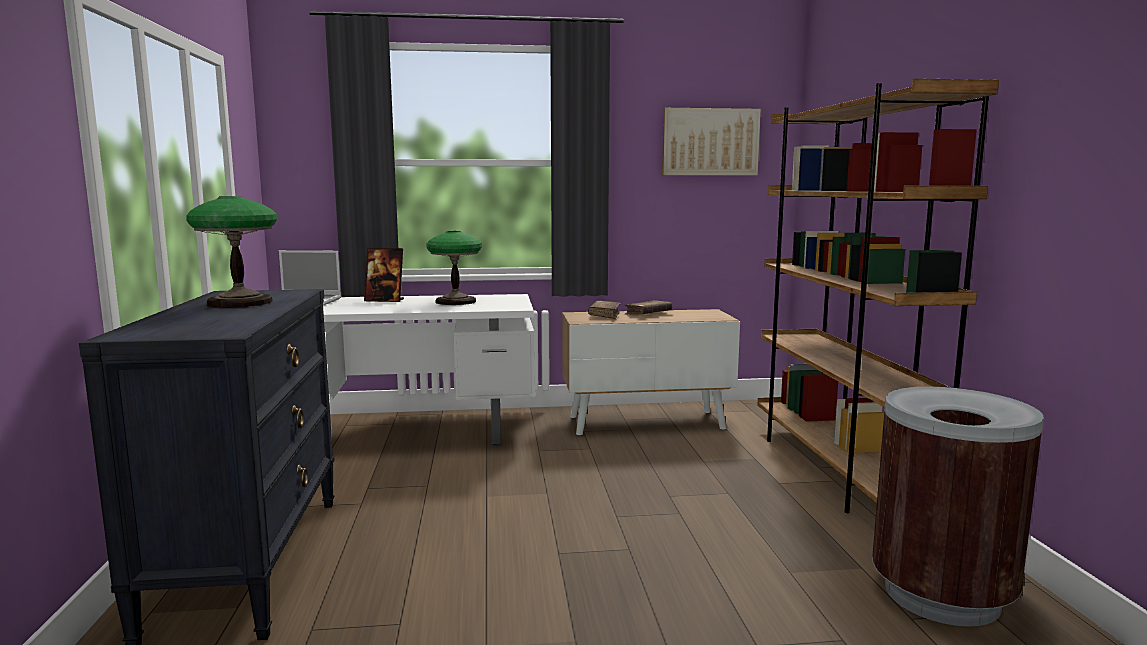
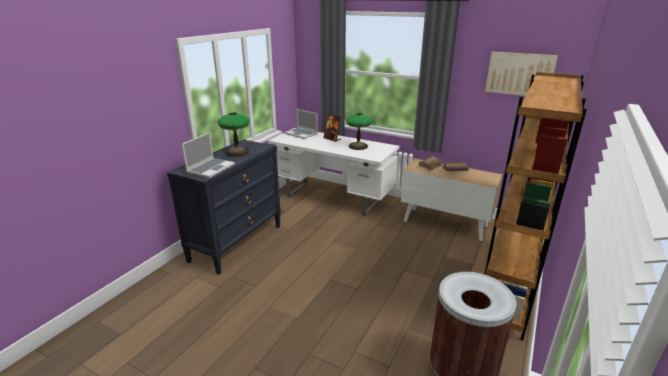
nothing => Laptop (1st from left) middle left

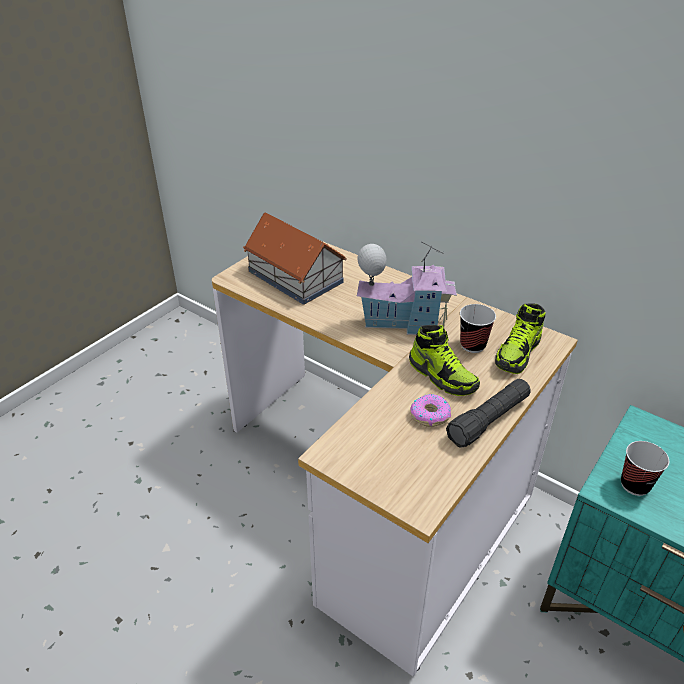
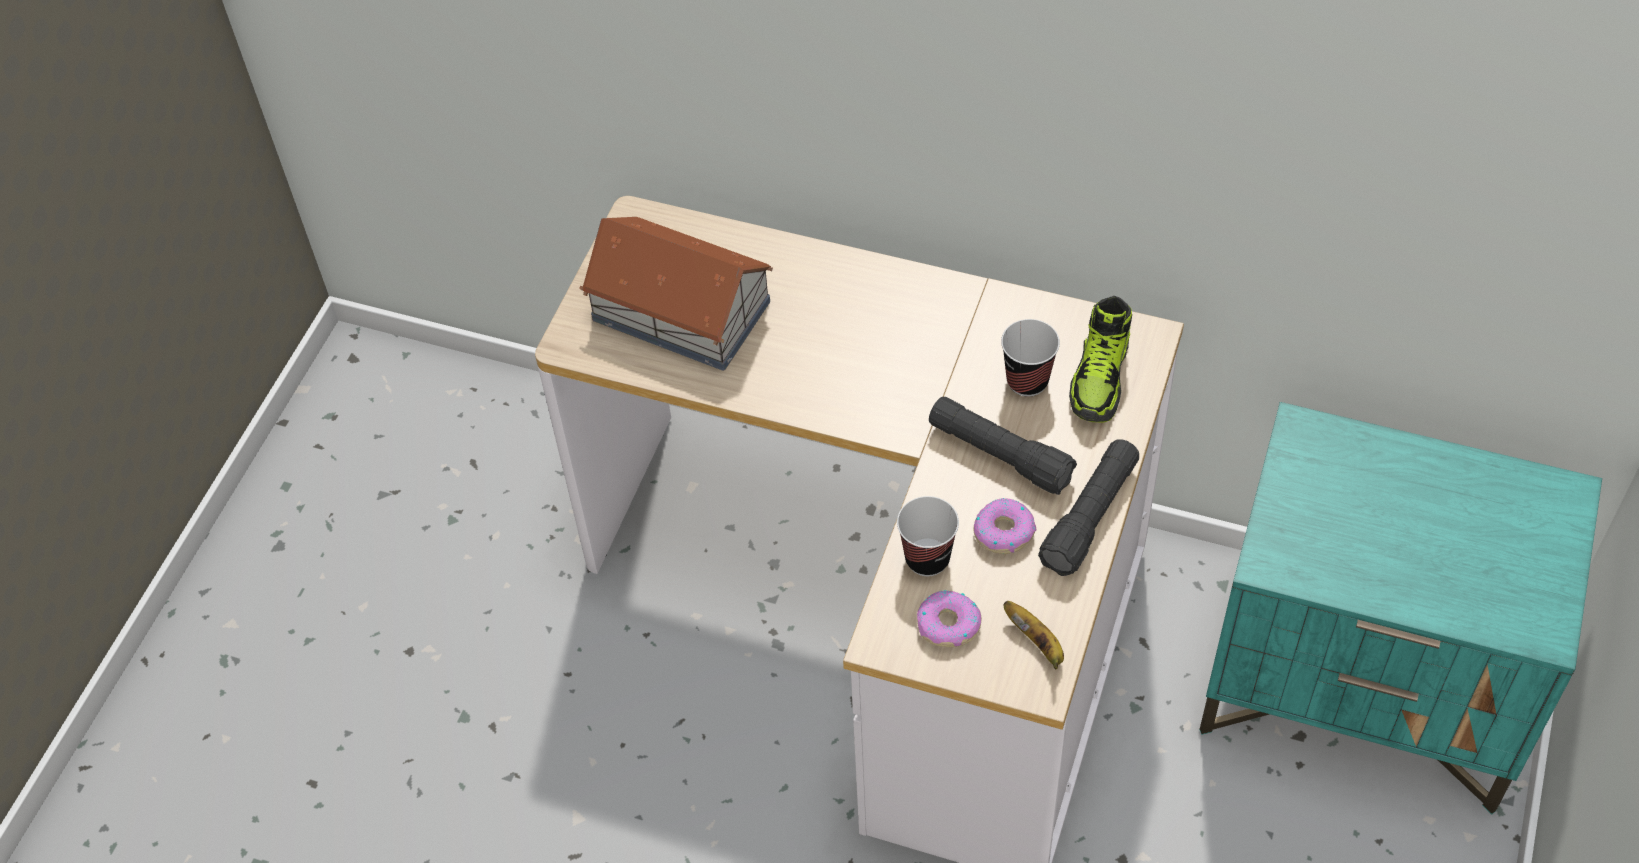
MiniatureHouse (2nd from left) centre => nothing
Shoe (1st from left) centre => BlackishTorch (1st from left) centre
Cup (2nd from left in the first image) bottom right => Cup (1st from left) centre, move
nothing => RingDoughnut (1st from left) bottom centre
nothing => WholeBanana bottom centre

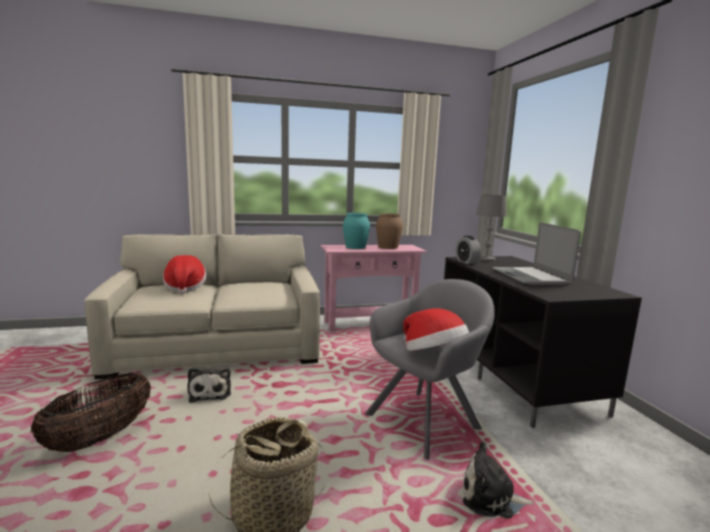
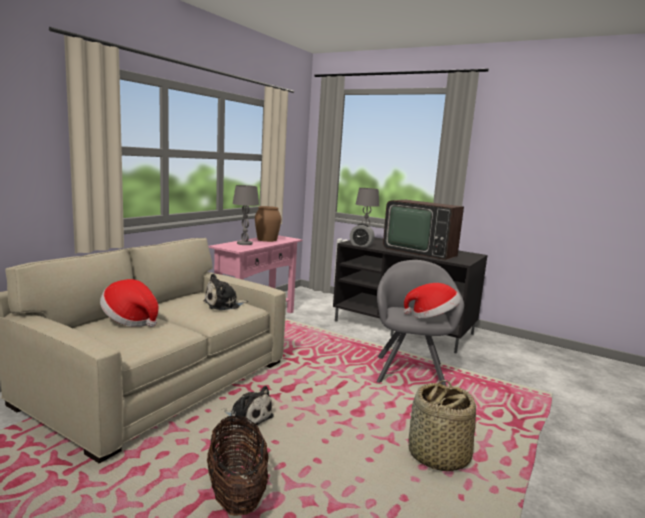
TurquoiseVase centre => GreyishLampForATable (1st from left) centre
PlushToy (2nd from left in the first image) bottom right => PlushToy (1st from left) centre, move
Laptop middle right => Television centre

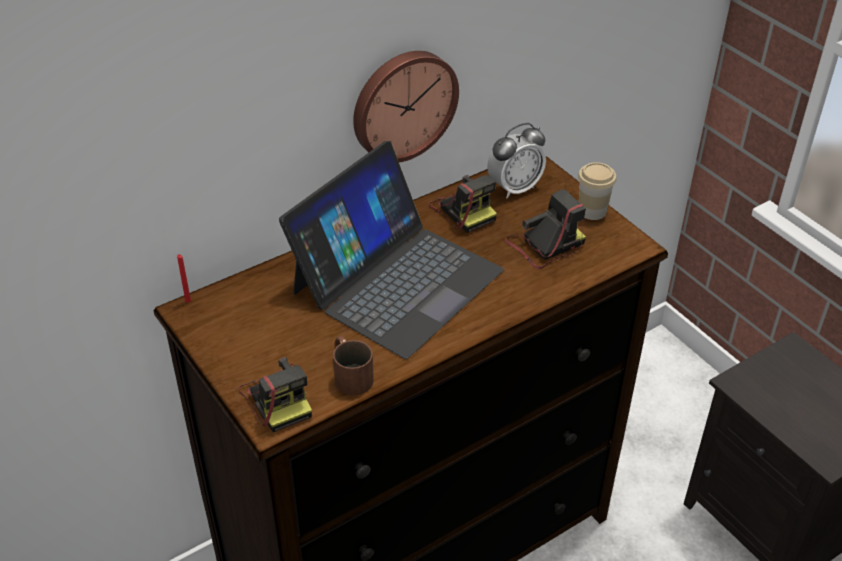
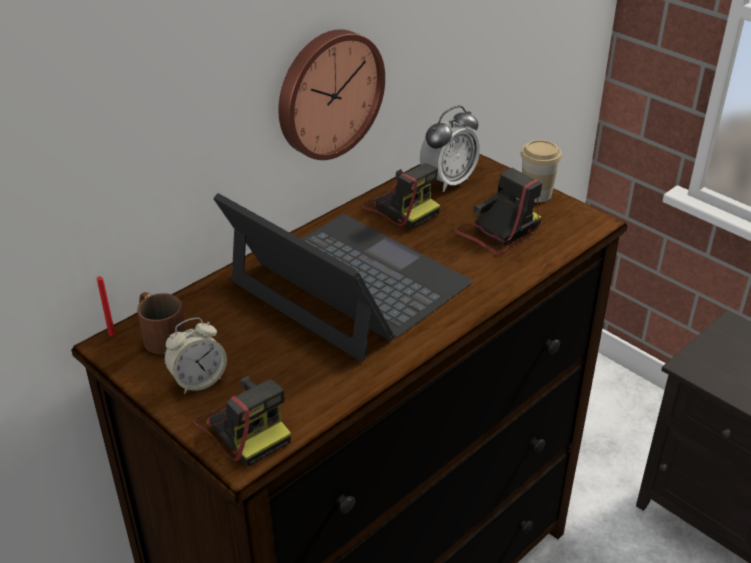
Laptop centre, 75 degrees counterclockwise
BrownMug centre => BrownMug middle left, move
nothing => TableClock (1st from left) middle left

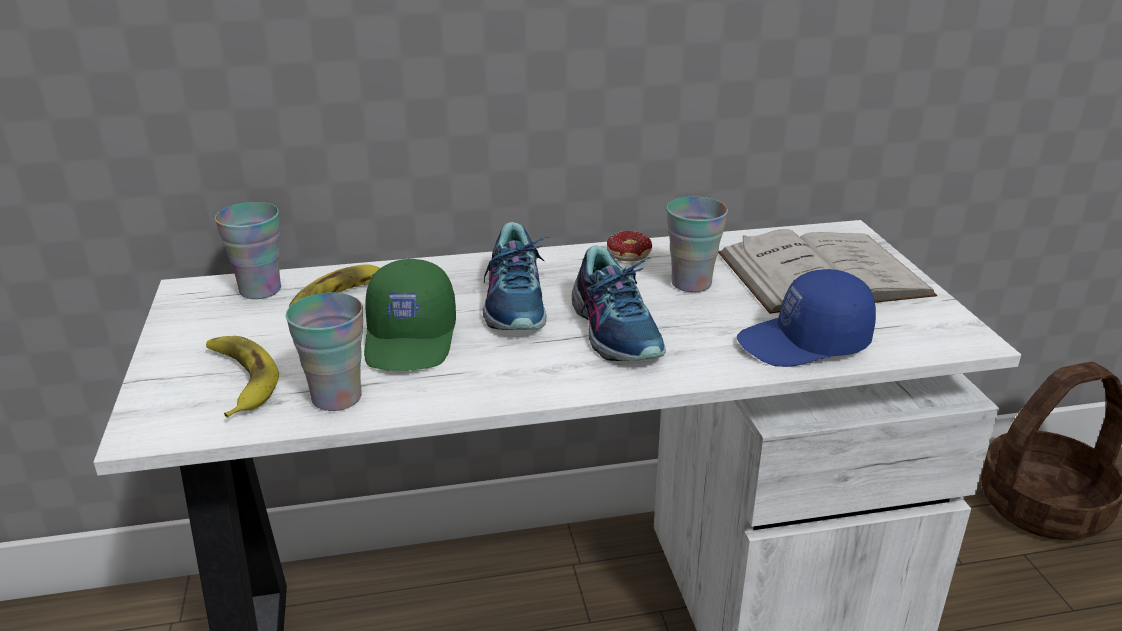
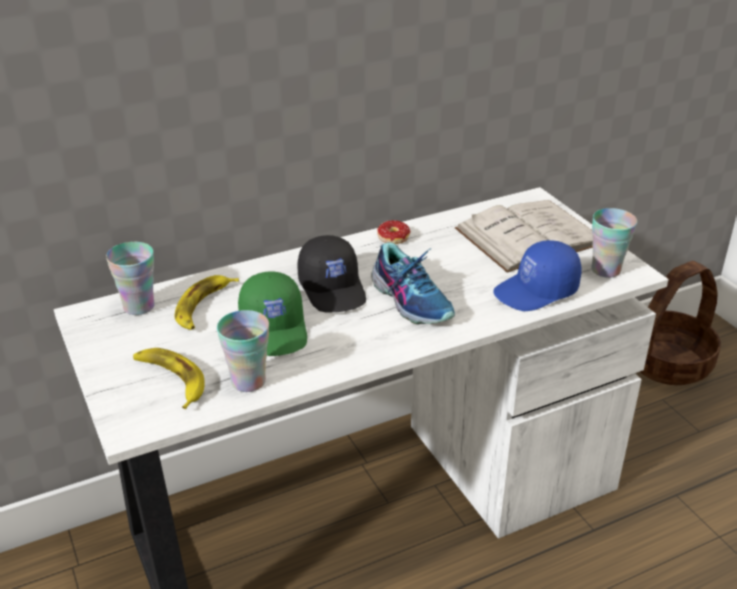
Shoe (1st from left) centre => BlackishPeakedCap centre
Cup (3rd from left) centre => Cup (3rd from left) middle right, move

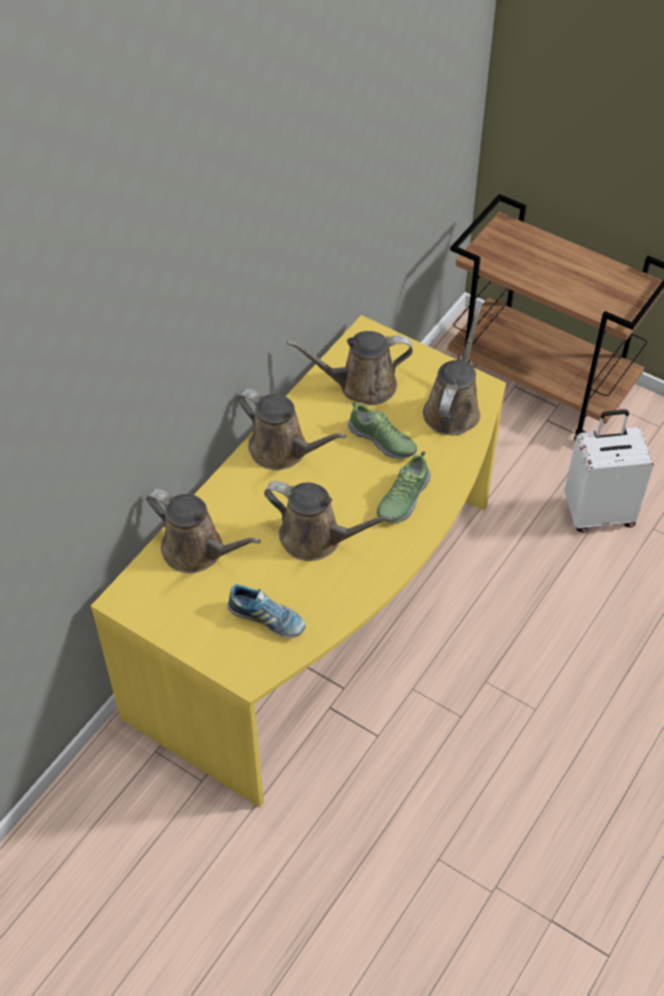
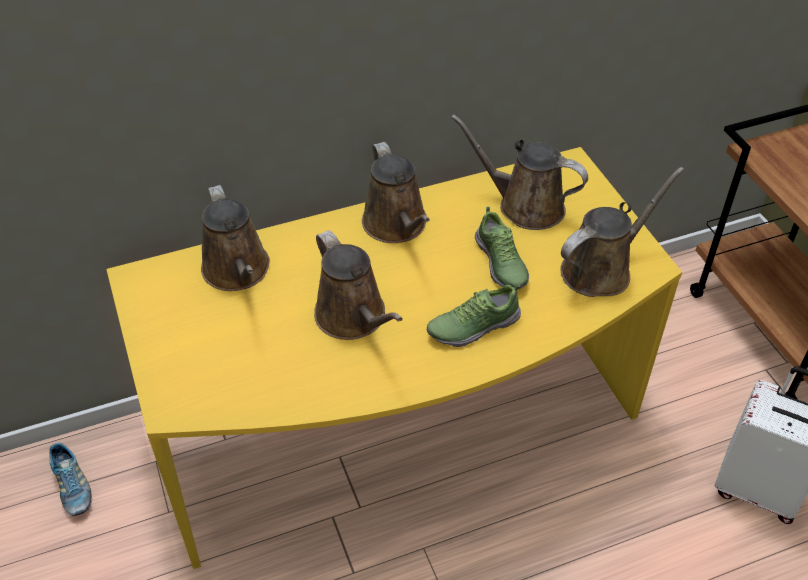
Shoe (1st from left) centre => Shoe (1st from left) bottom left, move

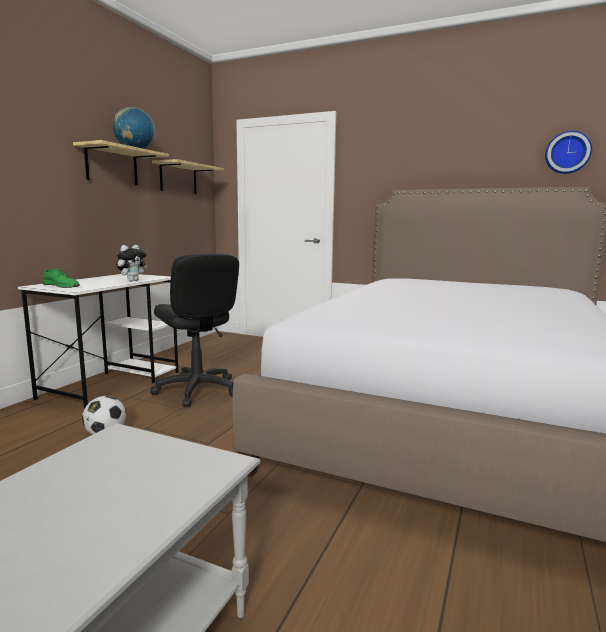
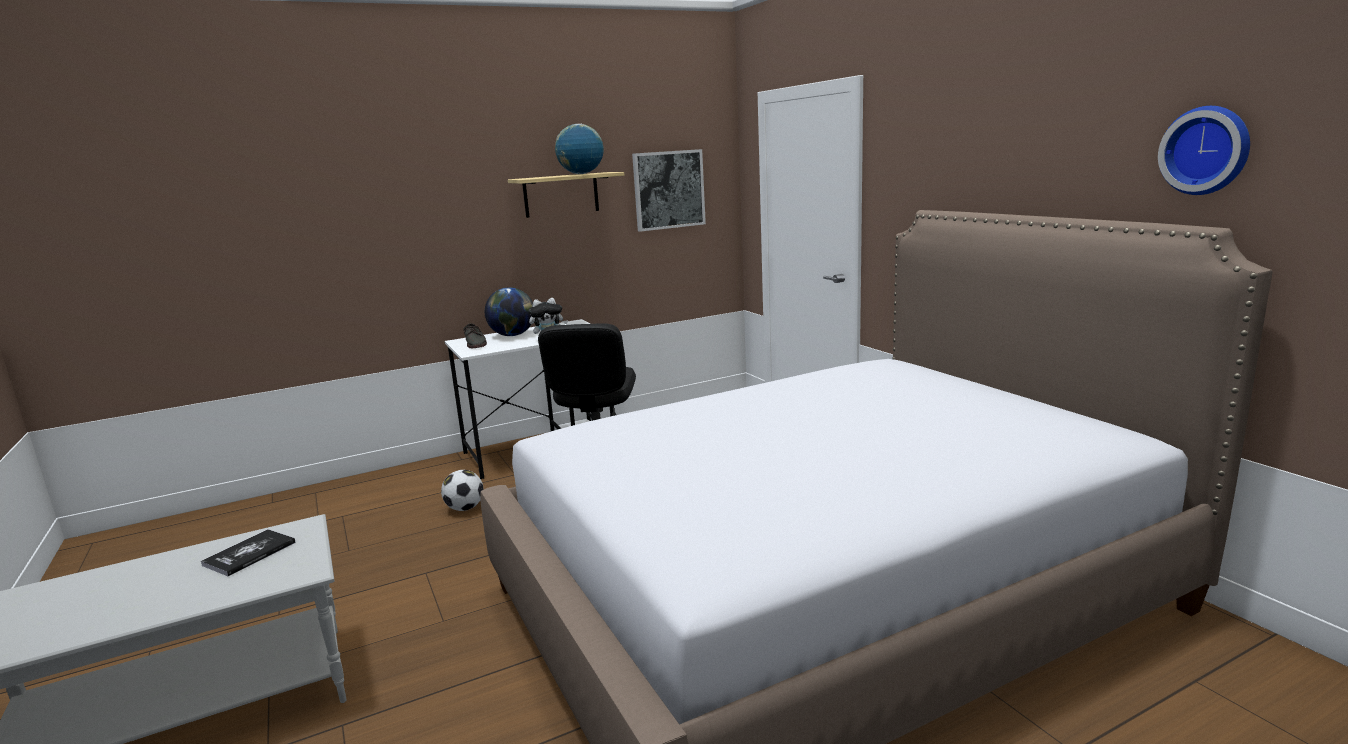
GreenShoe middle left => GreyishShoe centre
Shelf (2nd from left) top left => WallPicture top centre
nothing => BoundBook bottom left
nothing => WorldGlobe (1st from left) centre

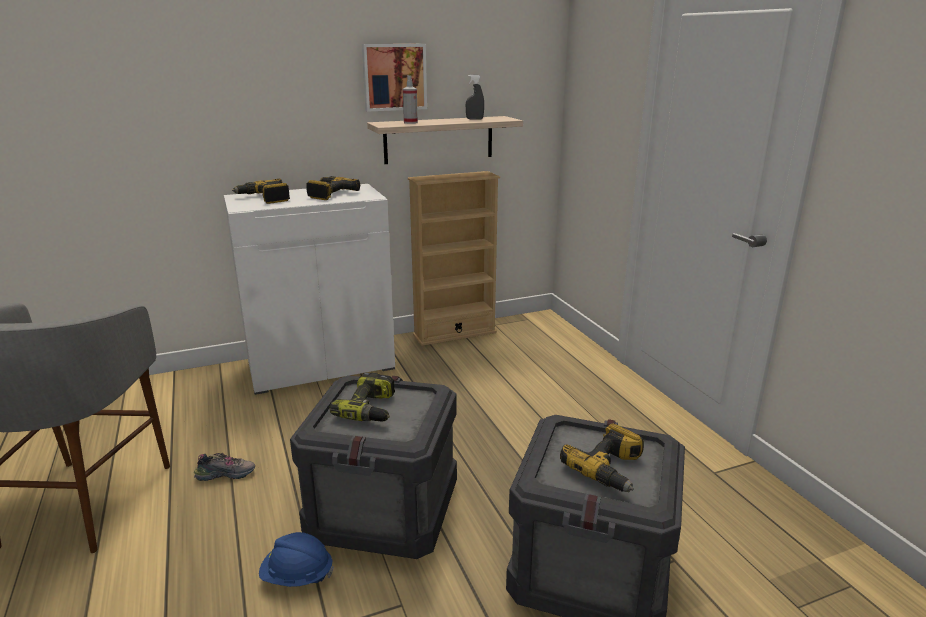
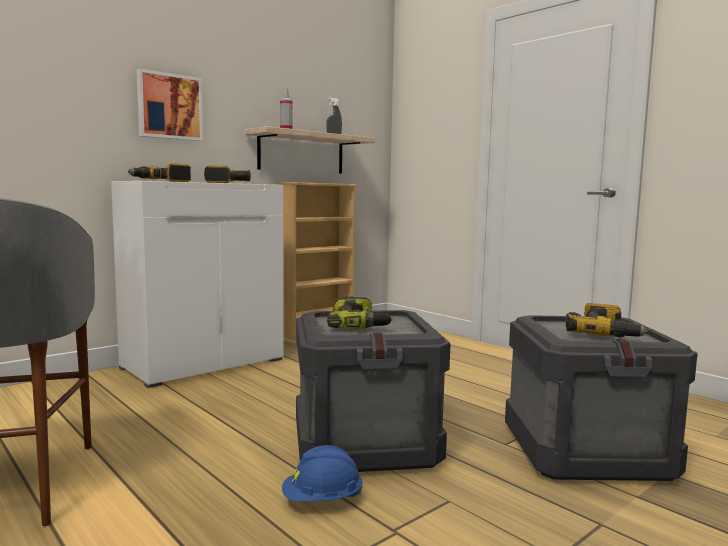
Shoe bottom left => nothing
WallPicture top centre => WallPicture top left, move

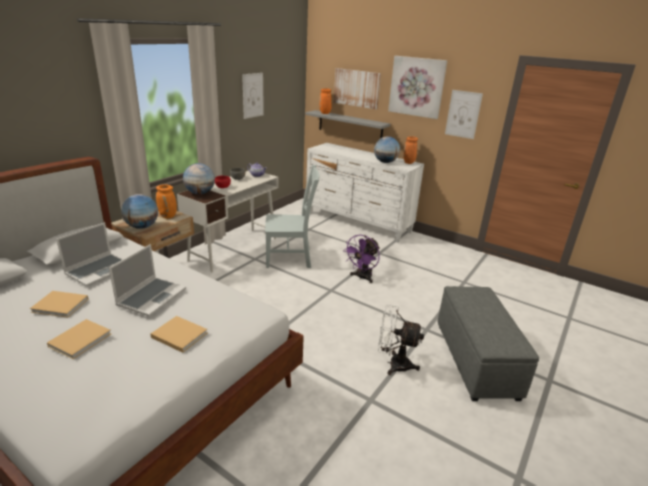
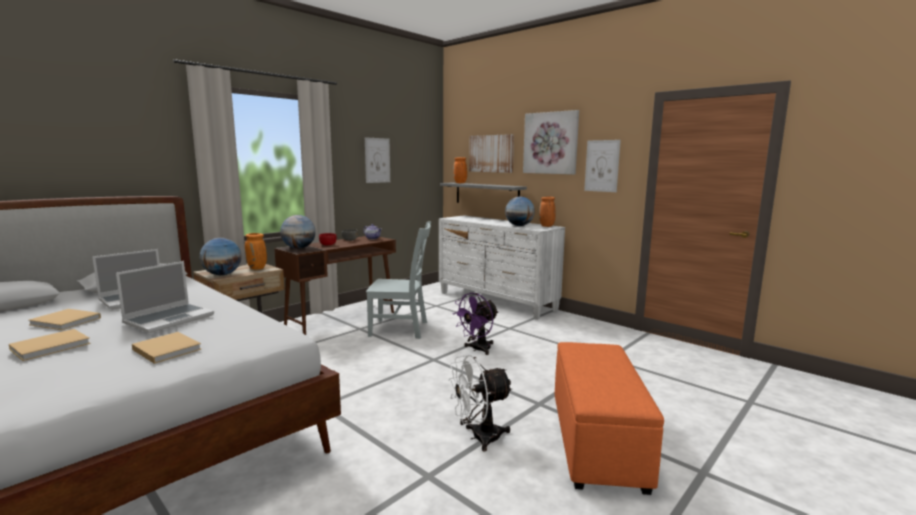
WhiteColouredDesk centre => BrownDesk centre
WhiteColouredCoolingFan bottom centre, 45 degrees counterclockwise
GreyishPouffe bottom right => OrangePouffe bottom centre

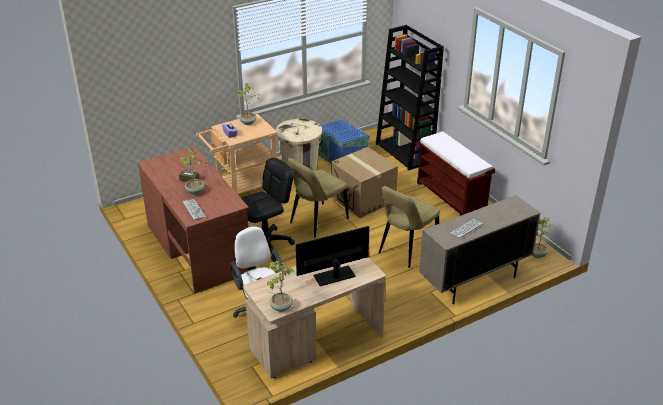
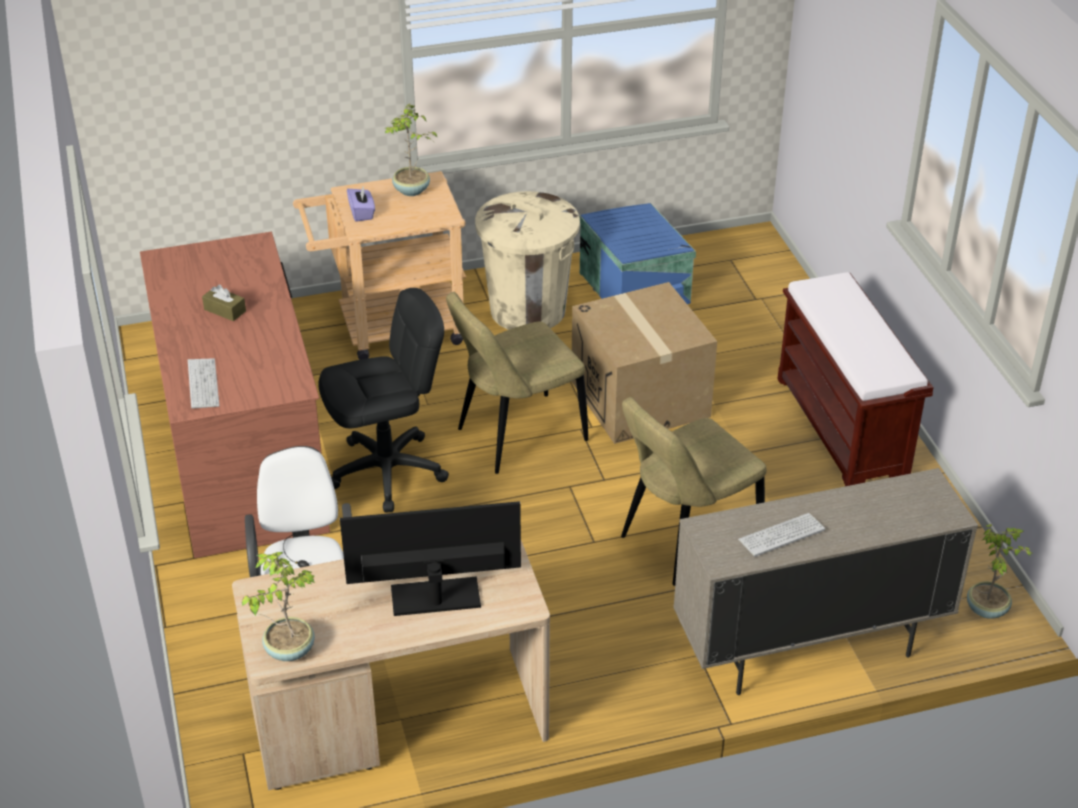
PottedPlant (1st from left) middle left => nothing
BlackishBookshelf top centre => nothing

